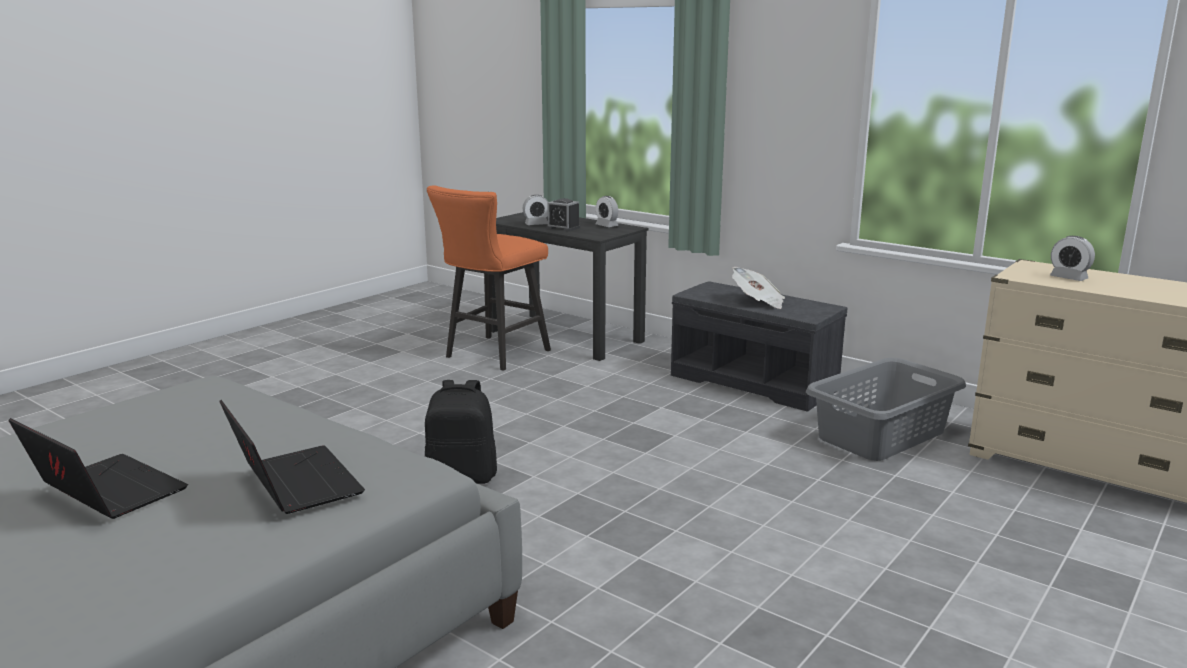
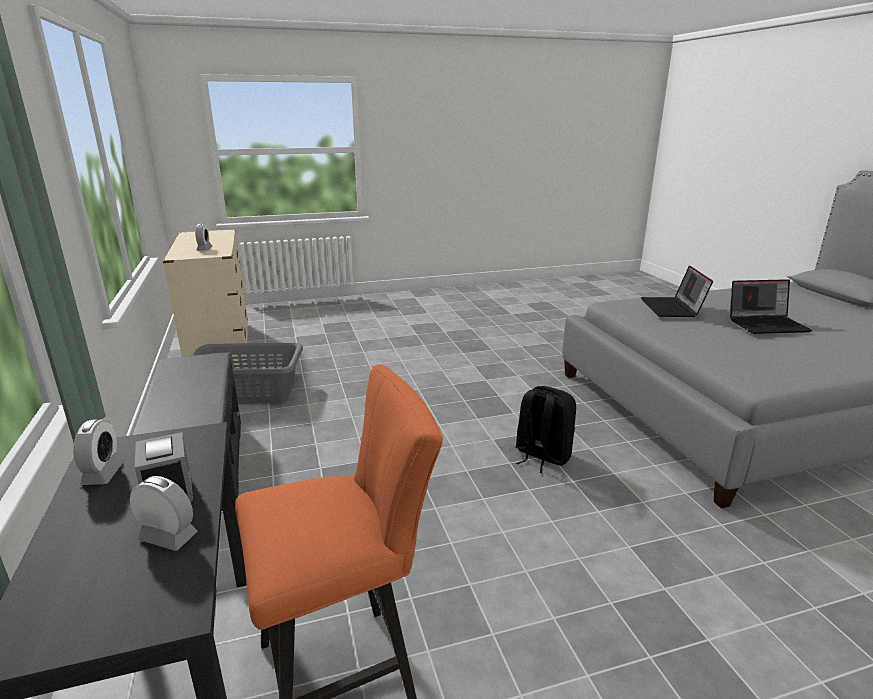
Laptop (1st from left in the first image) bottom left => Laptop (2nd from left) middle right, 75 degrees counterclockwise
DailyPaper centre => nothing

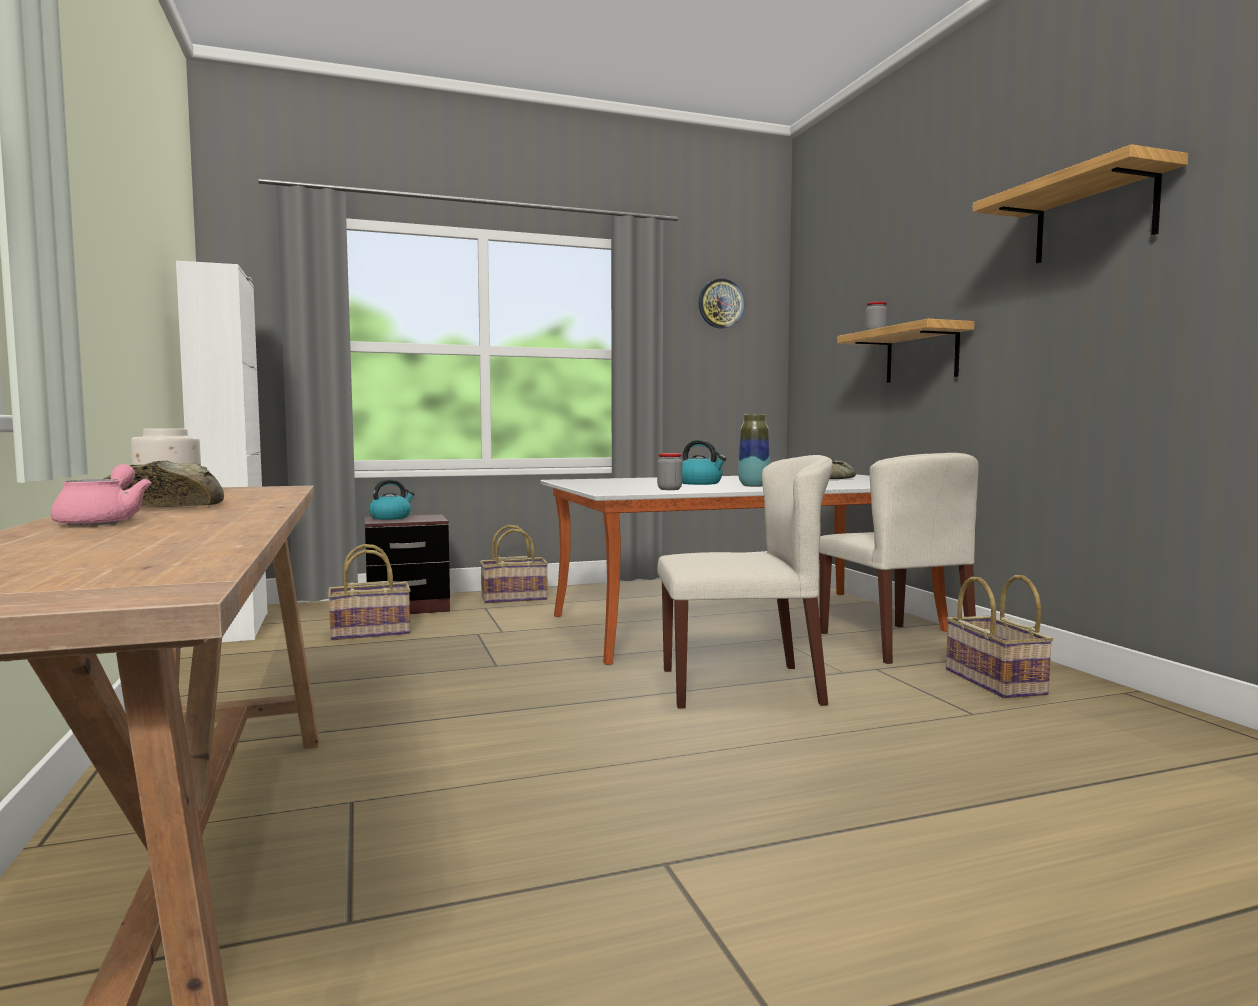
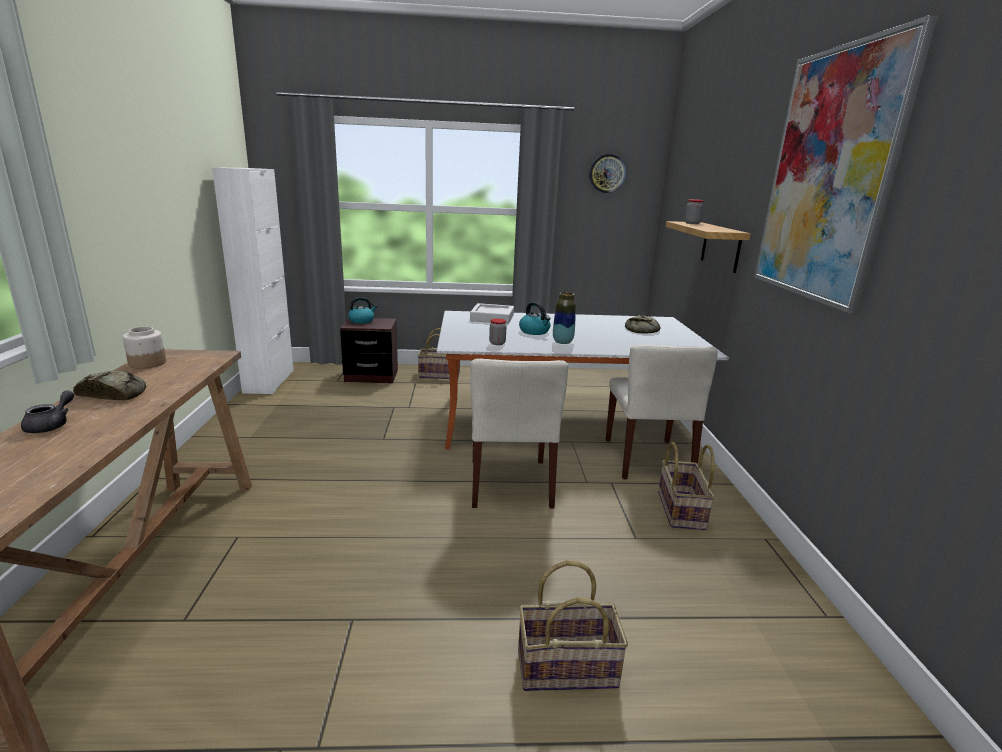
PinkishTeaPot middle left => GreyishTeaPot middle left
Basket (1st from left in the first image) middle left => Basket (2nd from left) bottom centre, move
BeigeUprightChair (1st from left) centre, 75 degrees clockwise
Shelf (2nd from left) top right => WallPicture top right
nothing => GreyishCarryingTray centre

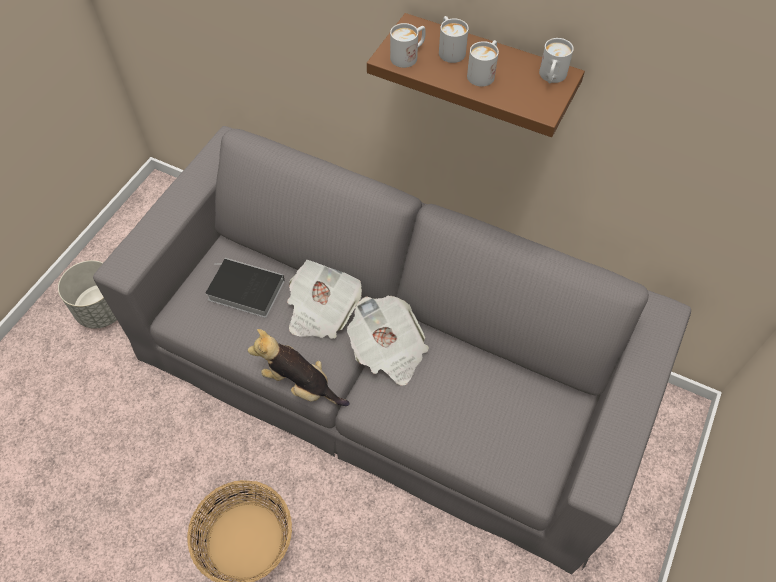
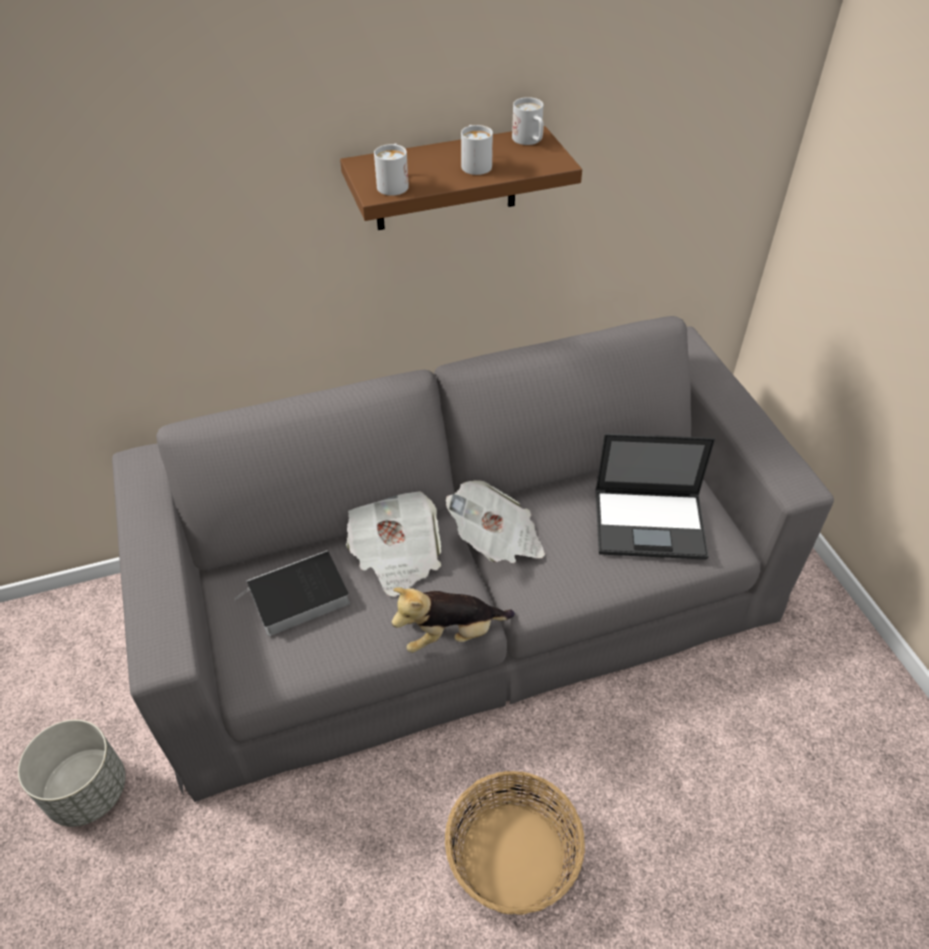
WhiteColouredMug (2nd from left) top centre => nothing
nothing => Laptop middle right

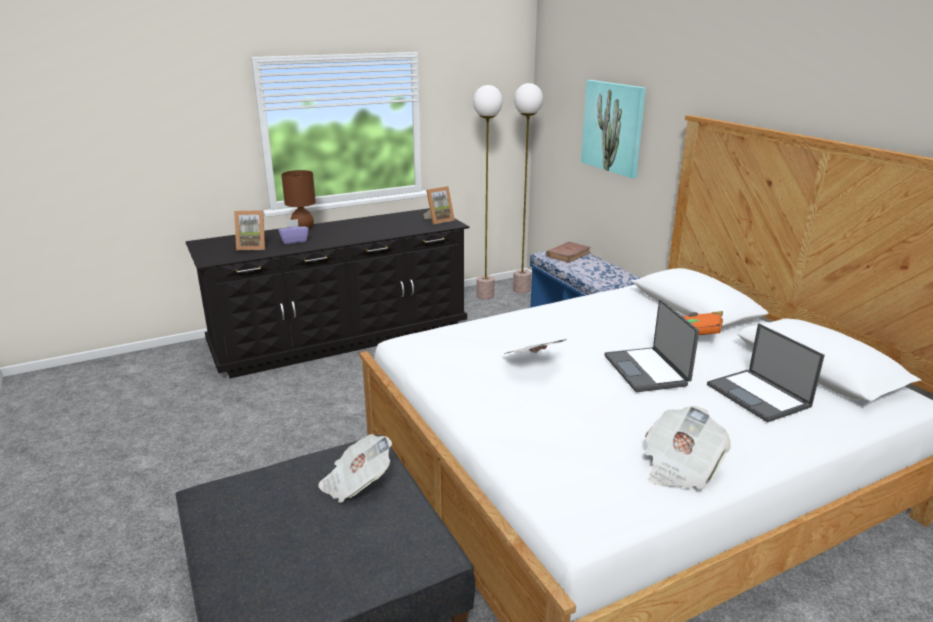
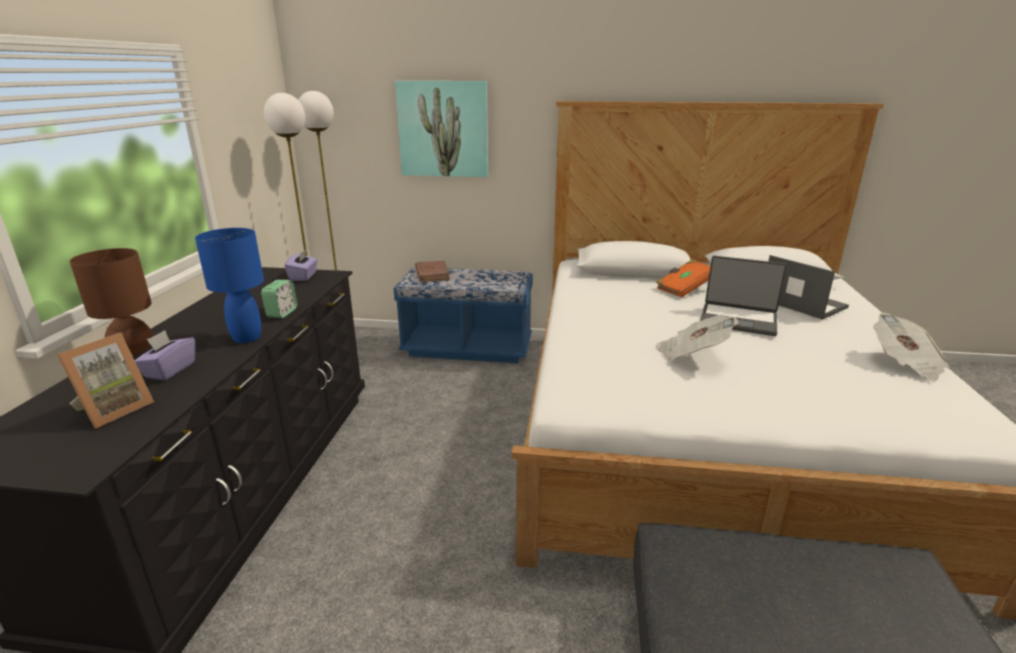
DailyPaper (1st from left) bottom centre => nothing
StandingFrame (2nd from left) top centre => PurpleColouredBoxOfTissues (2nd from left) middle left
Laptop (2nd from left) middle right, 135 degrees counterclockwise
nothing => BlueLampForATable middle left
nothing => TableClock middle left

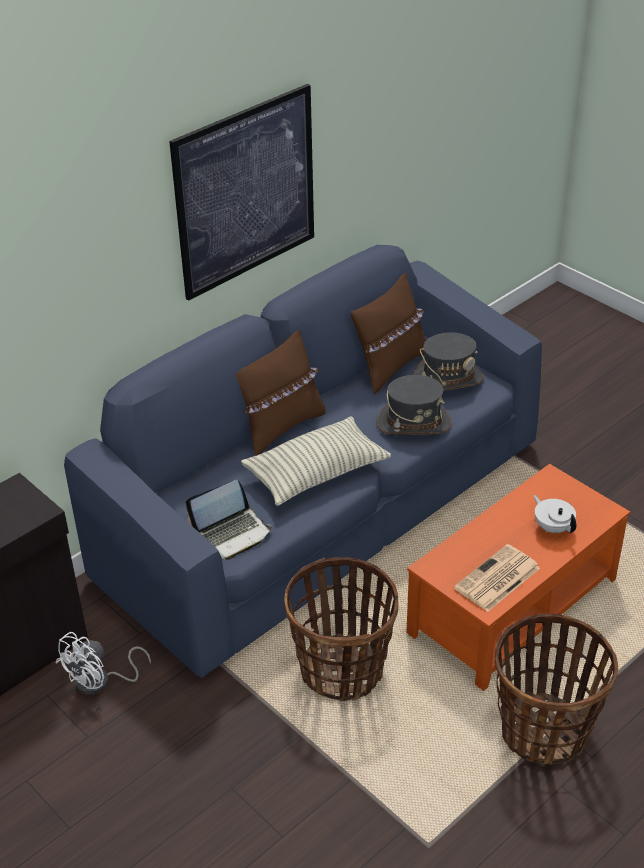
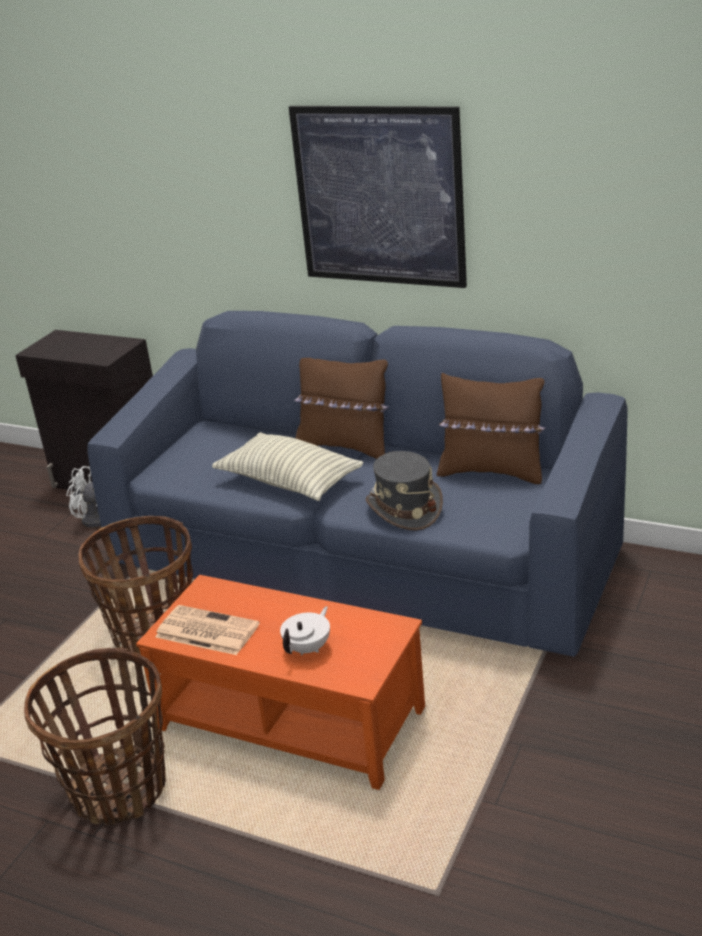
Laptop centre => nothing
GreyishHat (2nd from left) middle right => nothing

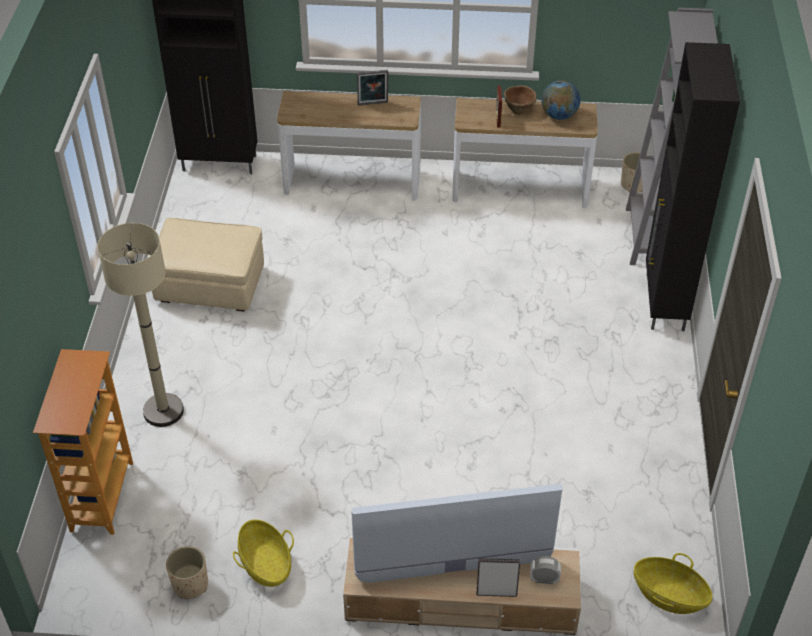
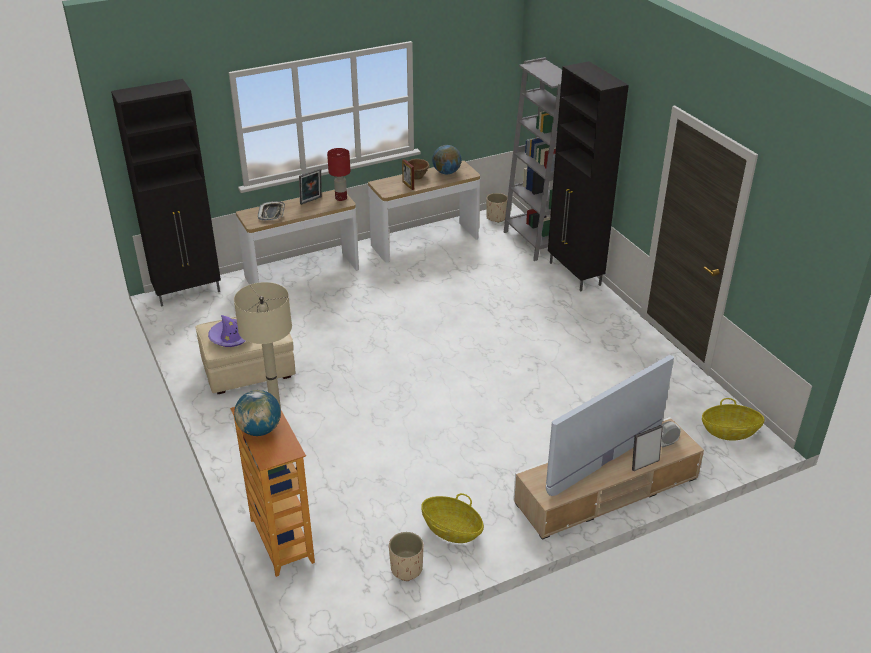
nothing => PurpleColouredHat middle left
nothing => WorldGlobe (1st from left) middle left
nothing => CarryingTray top left
nothing => ReddishLampForATable top centre

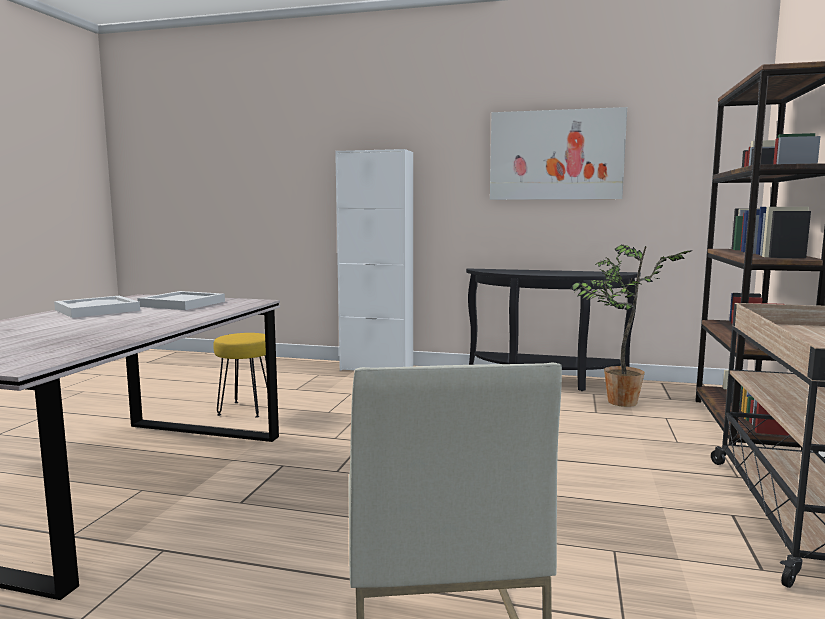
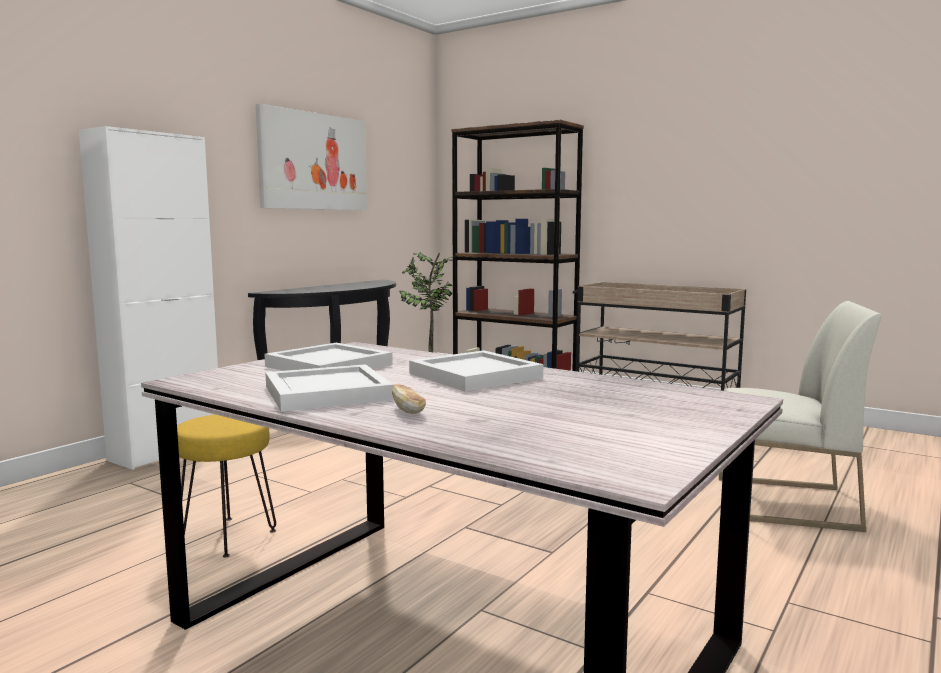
nothing => BakedBread centre
nothing => WhiteColouredCarryingTray (3rd from left) centre

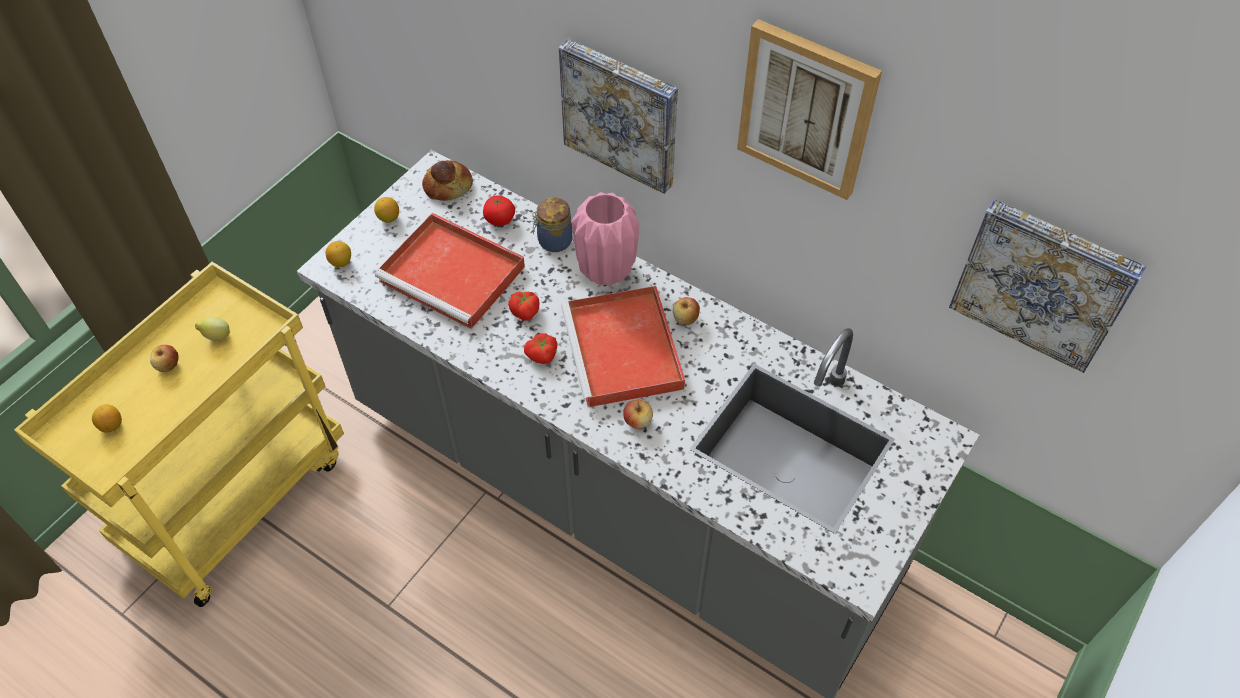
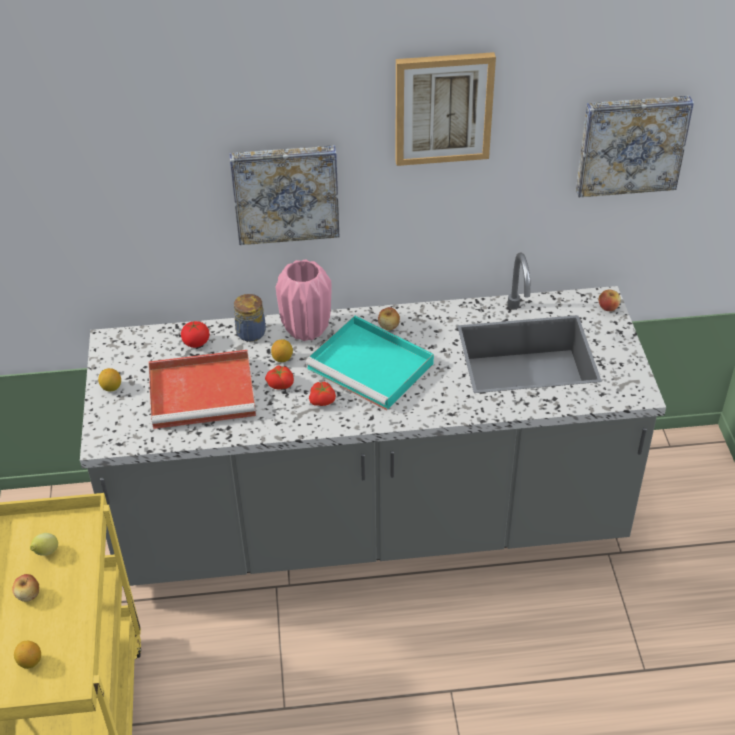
WholeLemon (3rd from left in the first image) middle left => WholeLemon (4th from left) centre, move
BakedBread top centre => nothing
ReddishCarryingTray (2nd from left) centre => TurquoiseCarryingTray centre
WholeApple (2nd from left in the first image) centre => WholeApple (3rd from left) middle right, move

